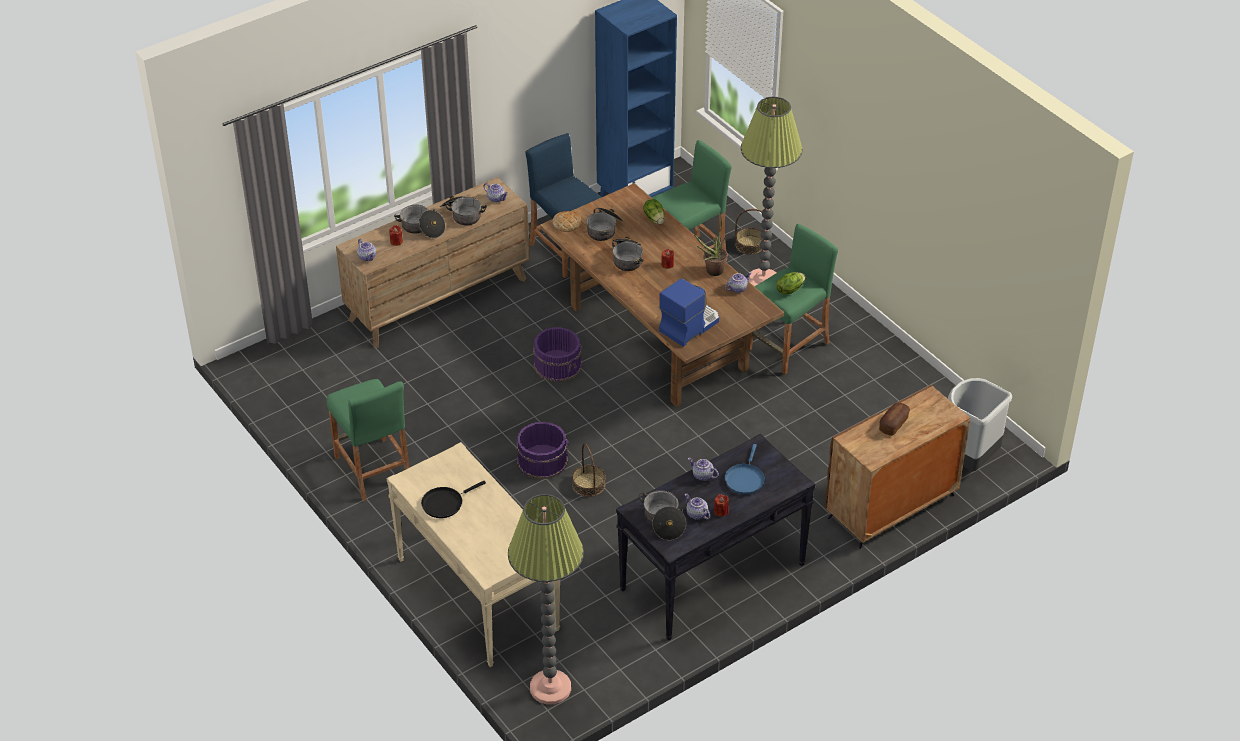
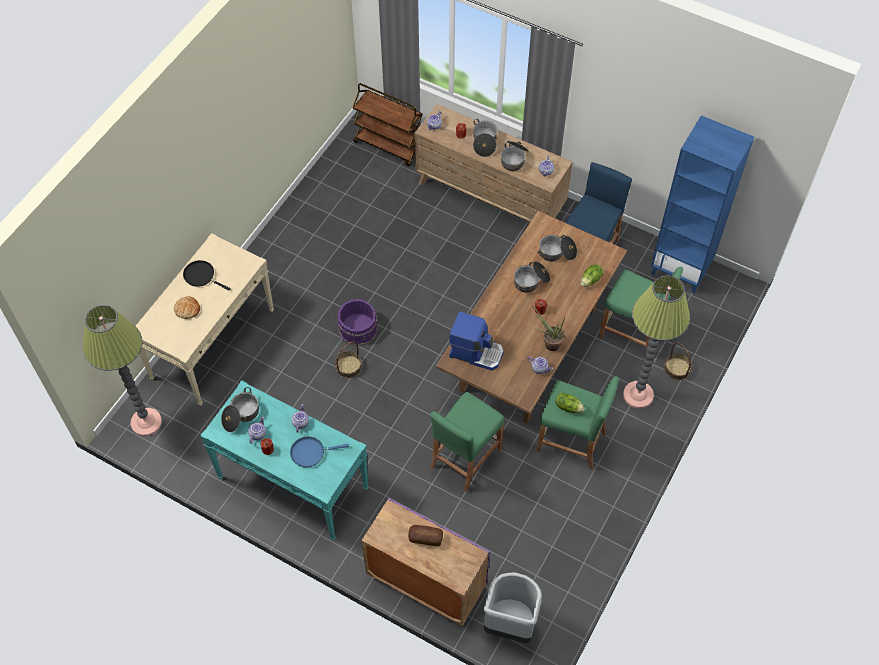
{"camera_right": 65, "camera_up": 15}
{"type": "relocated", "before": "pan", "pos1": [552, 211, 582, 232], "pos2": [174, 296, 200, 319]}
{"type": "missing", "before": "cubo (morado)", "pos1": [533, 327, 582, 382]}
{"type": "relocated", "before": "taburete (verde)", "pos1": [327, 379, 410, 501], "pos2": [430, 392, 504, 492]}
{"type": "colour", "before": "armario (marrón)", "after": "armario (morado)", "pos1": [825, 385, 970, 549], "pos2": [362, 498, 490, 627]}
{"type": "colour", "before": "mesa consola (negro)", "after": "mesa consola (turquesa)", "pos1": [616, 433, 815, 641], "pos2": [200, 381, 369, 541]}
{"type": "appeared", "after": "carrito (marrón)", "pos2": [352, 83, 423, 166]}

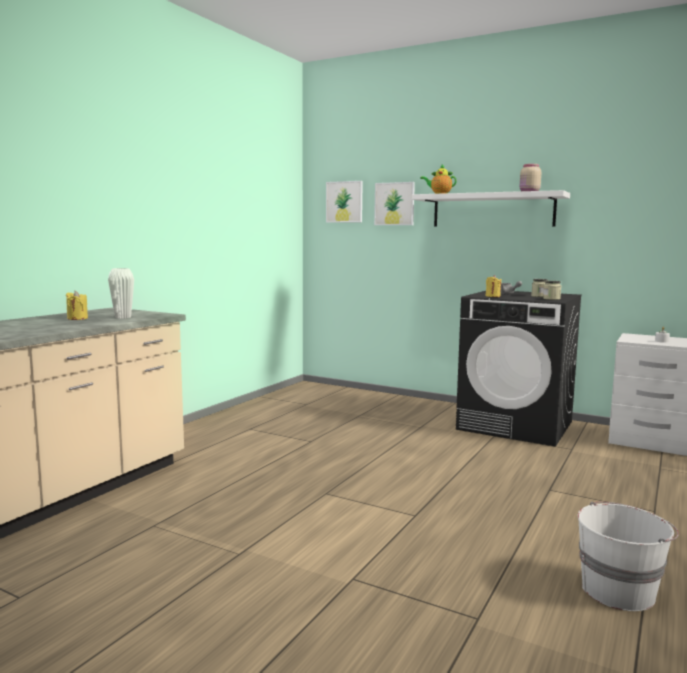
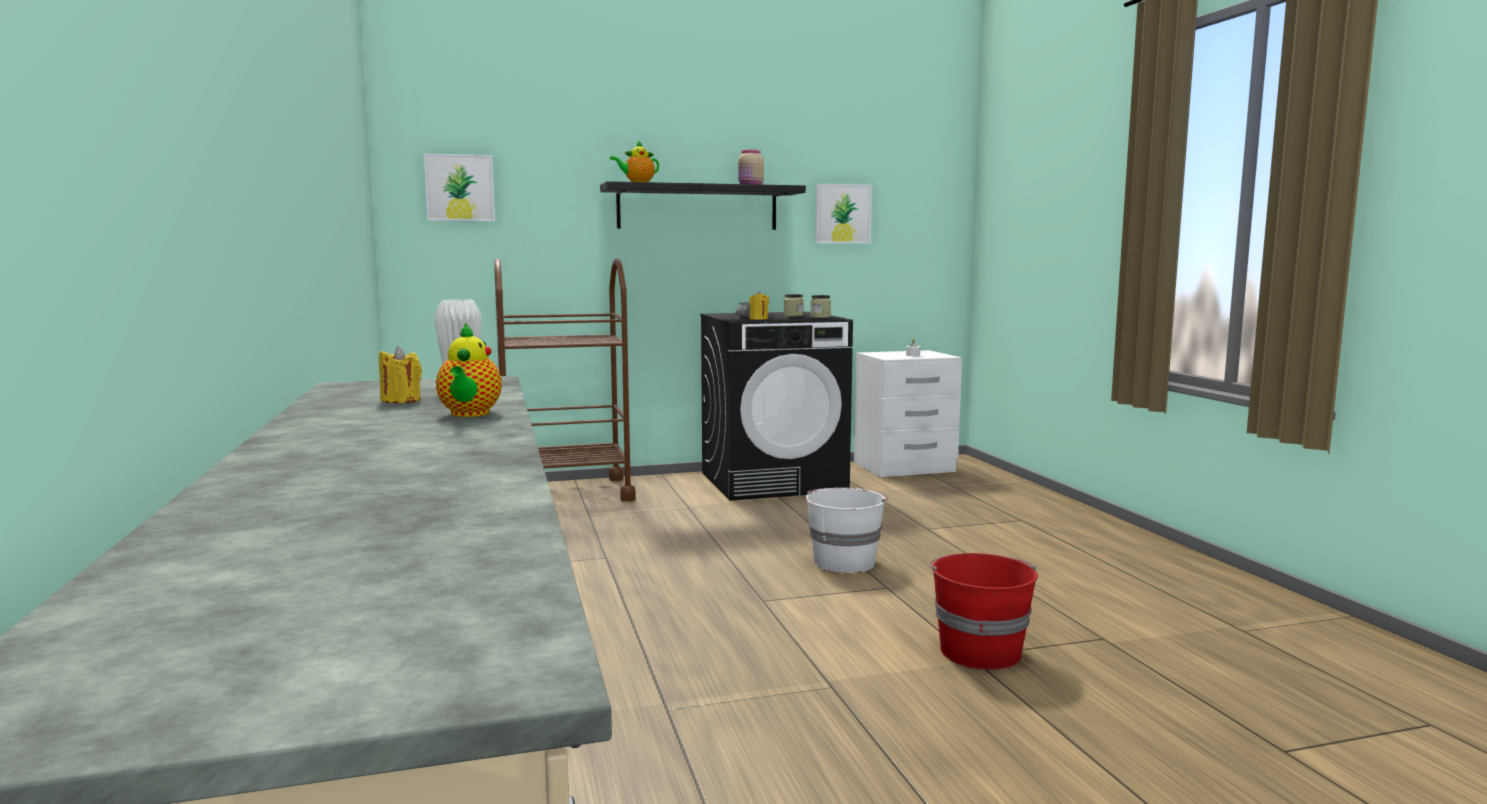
{"camera_right": -45, "camera_up": 0}
{"type": "relocated", "before": "cuadro", "pos1": [374, 182, 415, 225], "pos2": [816, 184, 872, 243]}
{"type": "colour", "before": "estante (blanco)", "after": "estante (negro)", "pos1": [412, 190, 570, 227], "pos2": [600, 181, 806, 230]}
{"type": "relocated", "before": "cubo (blanco)", "pos1": [578, 502, 679, 611], "pos2": [806, 488, 888, 573]}
{"type": "appeared", "after": "carrito (marrón)", "pos2": [494, 258, 636, 502]}
{"type": "appeared", "after": "tetera", "pos2": [436, 323, 502, 417]}
{"type": "appeared", "after": "cubo (rojo)", "pos2": [929, 553, 1038, 670]}

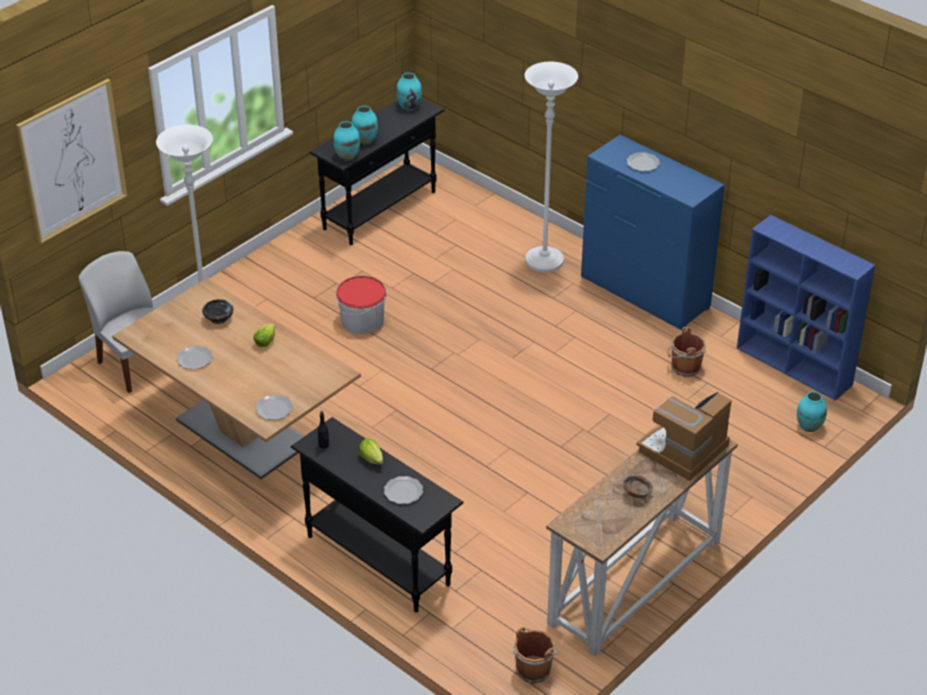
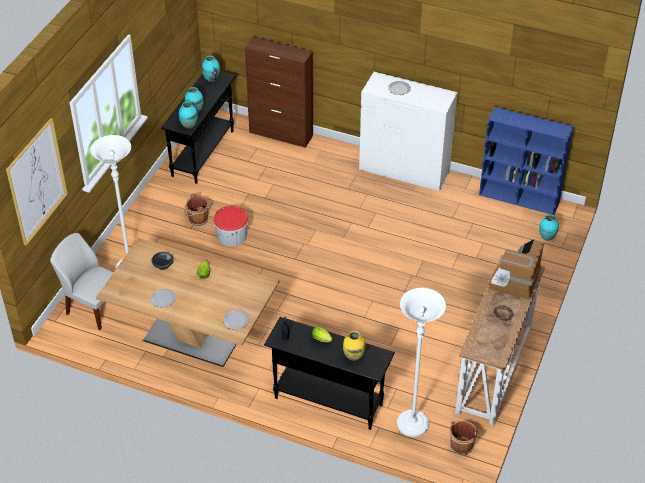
{"camera_right": -20, "camera_up": 5}
{"type": "relocated", "before": "lámpara de pie (blanco)", "pos1": [525, 62, 578, 273], "pos2": [397, 288, 446, 437]}
{"type": "colour", "before": "cómoda (azul)", "after": "cómoda (blanco)", "pos1": [581, 135, 725, 330], "pos2": [359, 72, 457, 191]}
{"type": "relocated", "before": "cubo (marrón)", "pos1": [667, 326, 706, 377], "pos2": [184, 193, 209, 226]}
{"type": "exchanged", "before": "plato", "after": "florero (amarillo)", "pos1": [384, 476, 423, 504], "pos2": [343, 331, 366, 361]}
{"type": "appeared", "after": "armario (marrón)", "pos2": [245, 37, 313, 148]}

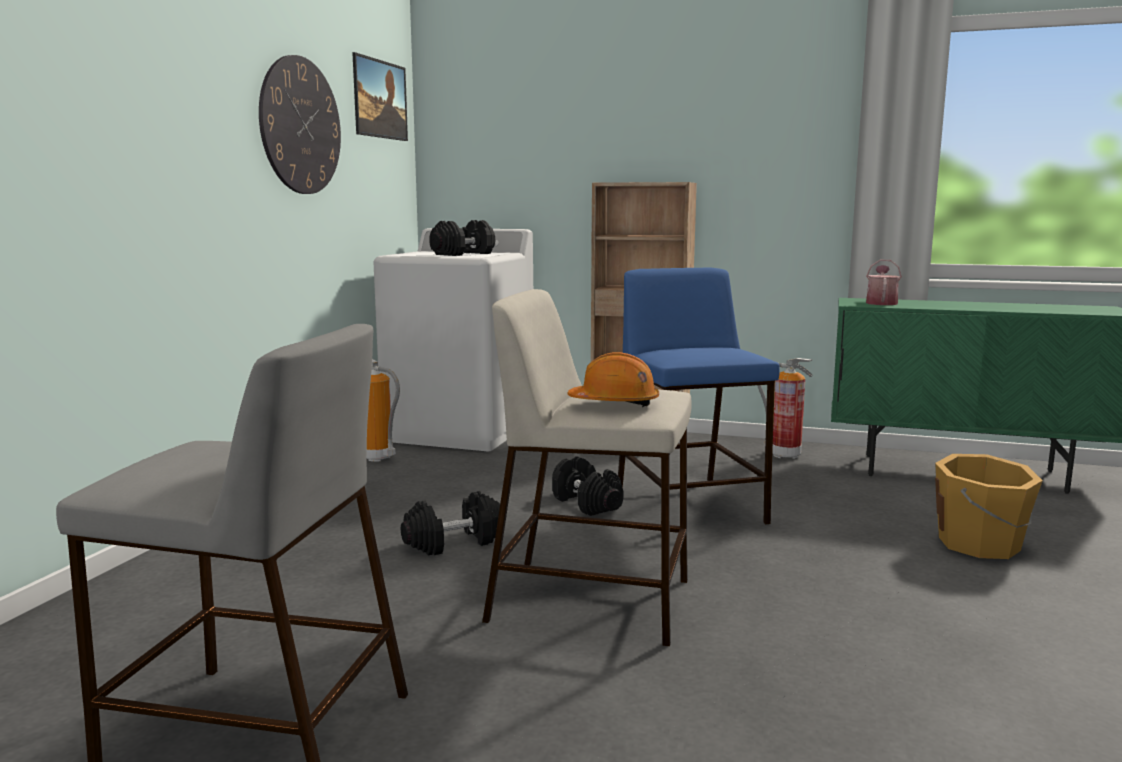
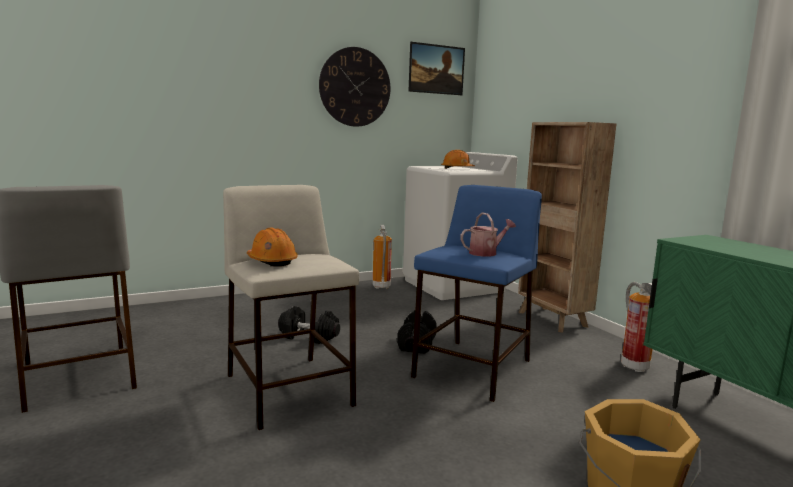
{"camera_right": 45, "camera_up": 0}
{"type": "exchanged", "before": "mancuerna (negro)", "after": "casco (naranja)", "pos1": [429, 220, 495, 256], "pos2": [441, 150, 475, 169]}
{"type": "relocated", "before": "regadera", "pos1": [866, 260, 902, 305], "pos2": [460, 213, 516, 257]}

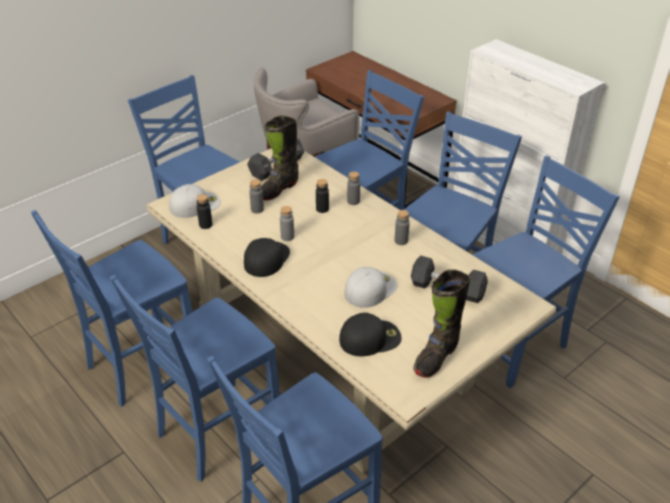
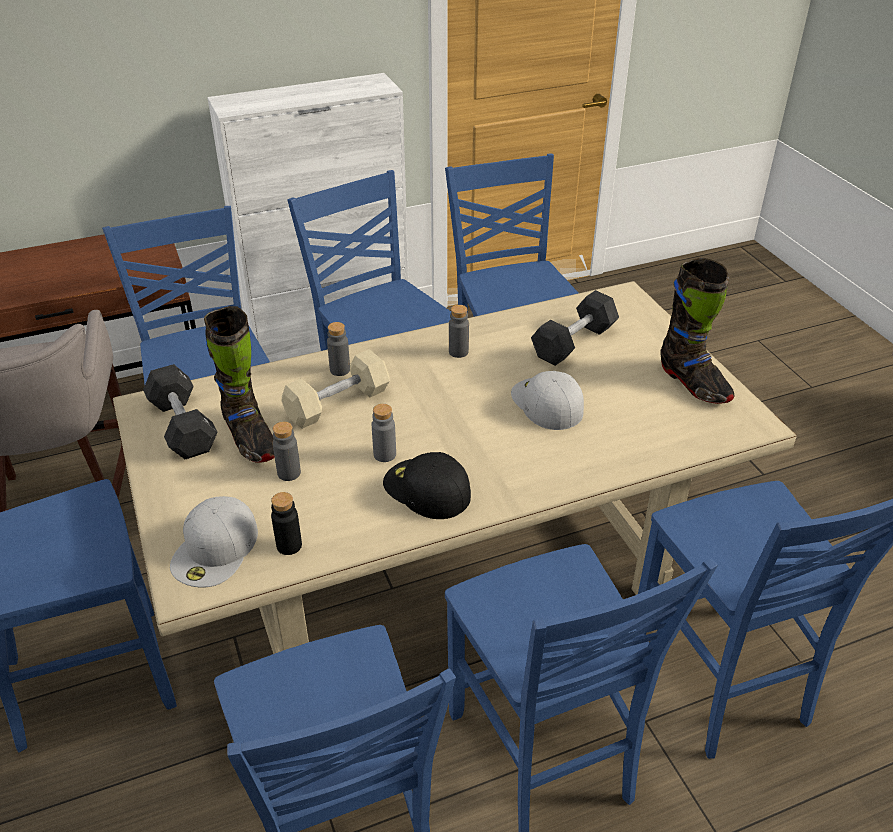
{"camera_right": -70, "camera_up": 0}
{"type": "exchanged", "before": "botella (negro)", "after": "mancuerna (beis)", "pos1": [316, 179, 329, 213], "pos2": [282, 349, 390, 429]}
{"type": "spun", "before": "gorra (blanco)", "pos1": [169, 184, 221, 218], "pos2": [170, 496, 258, 588], "turn": -150}
{"type": "missing", "before": "gorra (negro)", "pos1": [339, 313, 401, 356]}

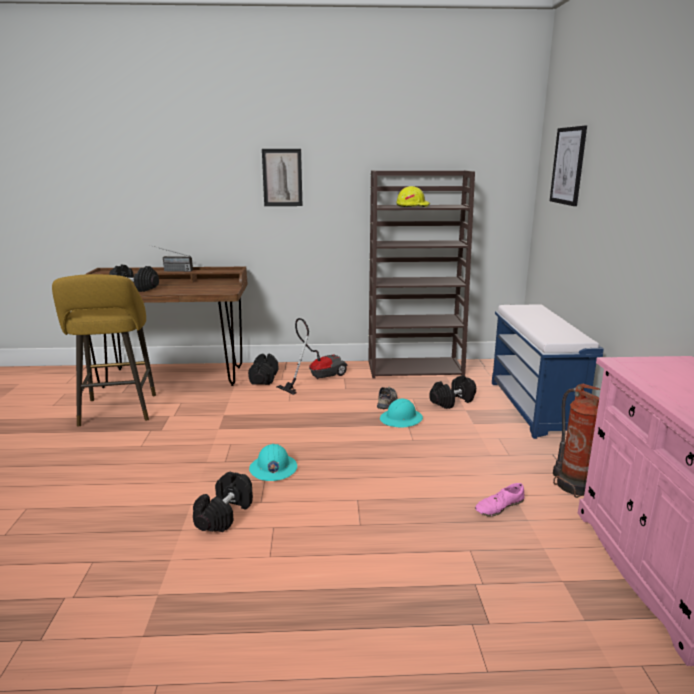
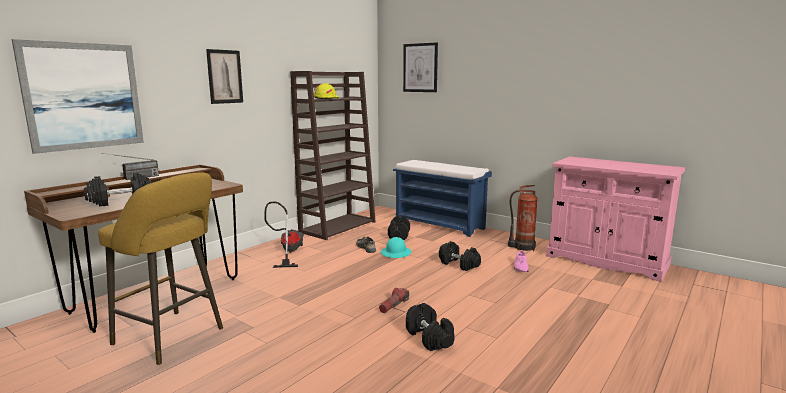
{"camera_right": -50, "camera_up": -5}
{"type": "relocated", "before": "mancuerna (negro)", "pos1": [248, 353, 278, 385], "pos2": [439, 241, 481, 271]}
{"type": "exchanged", "before": "casco (turquesa)", "after": "linterna", "pos1": [249, 444, 297, 481], "pos2": [379, 288, 409, 313]}
{"type": "appeared", "after": "cuadro", "pos2": [12, 39, 144, 154]}

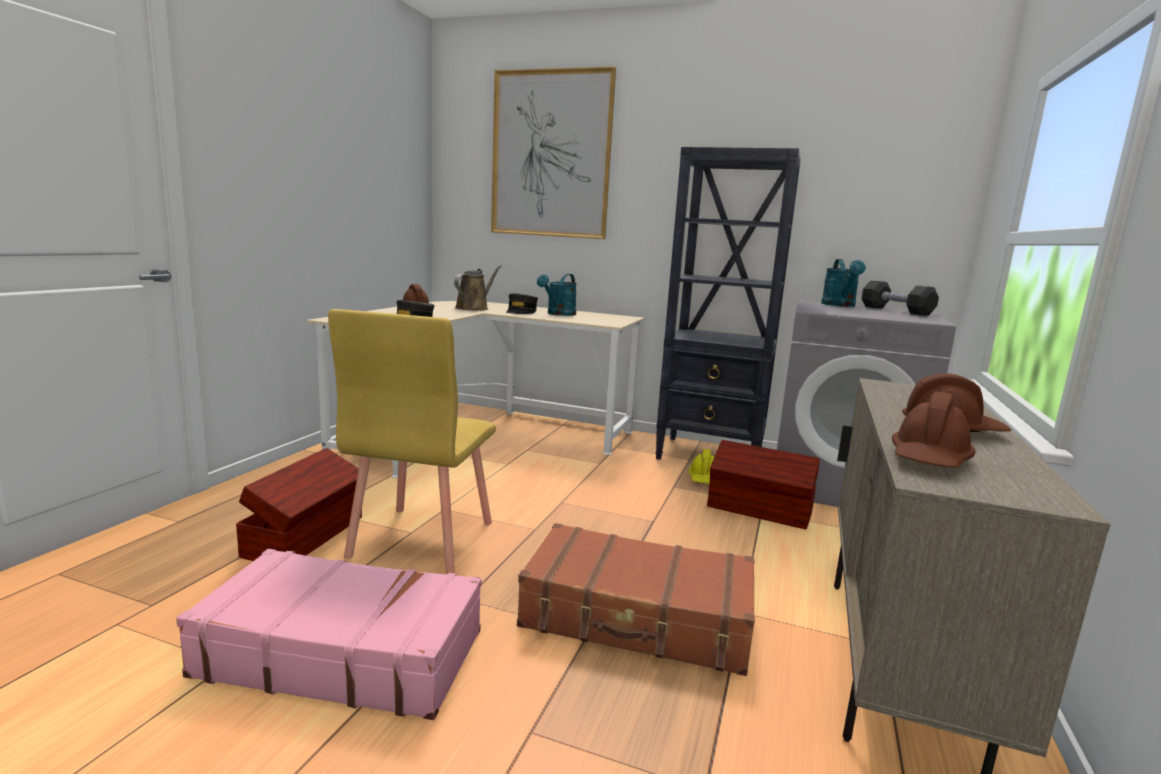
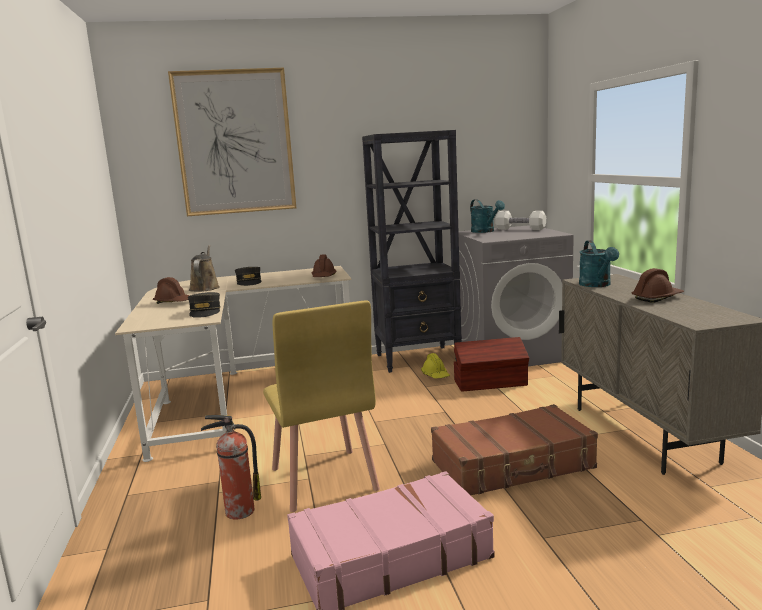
{"camera_right": -30, "camera_up": 0}
{"type": "relocated", "before": "regadera (turquesa)", "pos1": [537, 274, 576, 316], "pos2": [579, 240, 619, 287]}
{"type": "colour", "before": "mancuerna (negro)", "after": "mancuerna (blanco)", "pos1": [862, 281, 939, 315], "pos2": [495, 211, 546, 230]}
{"type": "relocated", "before": "casco (marrón)", "pos1": [892, 392, 976, 468], "pos2": [312, 254, 336, 277]}
{"type": "exchanged", "before": "caja de almacenaje (marrón)", "after": "extintor", "pos1": [236, 448, 362, 561], "pos2": [201, 415, 261, 520]}

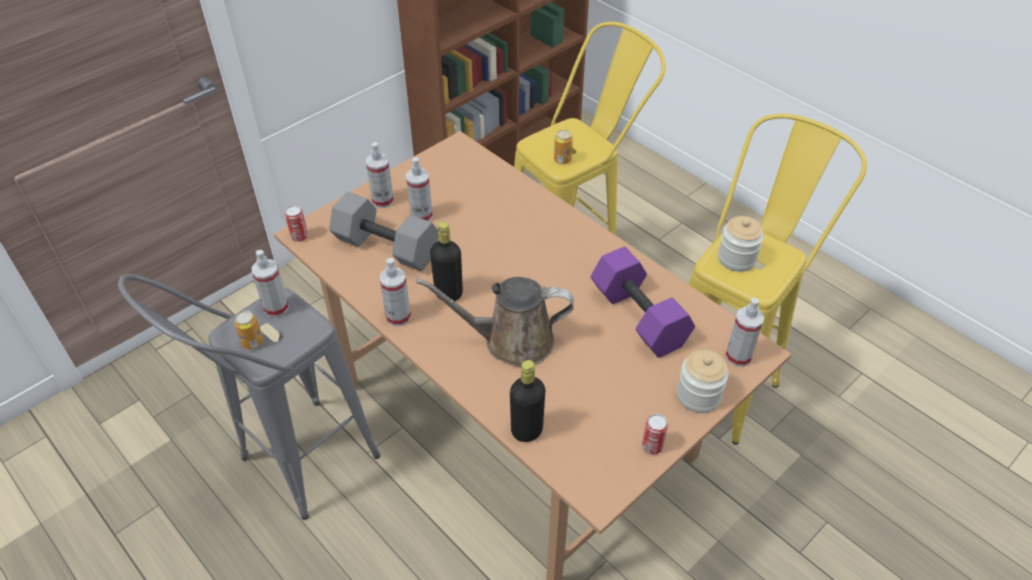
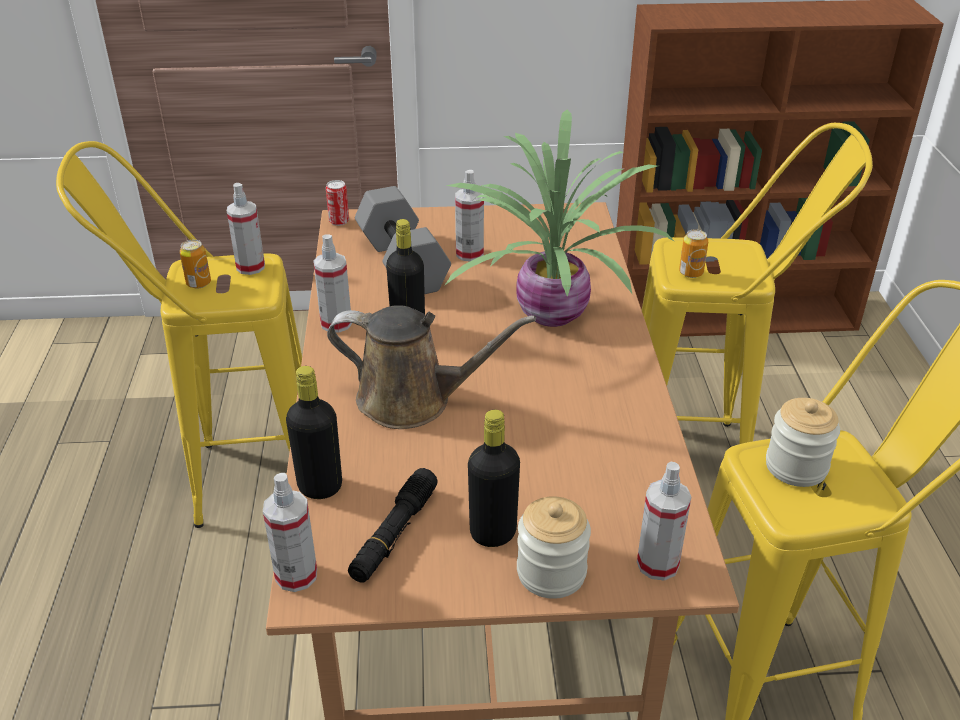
{"camera_right": 40, "camera_up": -10}
{"type": "relocated", "before": "pulverizador", "pos1": [366, 142, 394, 208], "pos2": [263, 473, 317, 592]}
{"type": "missing", "before": "mancuerna (morado)", "pos1": [591, 247, 695, 358]}
{"type": "colour", "before": "taburete (gris)", "after": "taburete (amarillo)", "pos1": [118, 274, 380, 520], "pos2": [56, 141, 302, 528]}
{"type": "spun", "before": "regadera (marrón)", "pos1": [416, 277, 574, 367], "pos2": [327, 305, 536, 429], "turn": 150}
{"type": "missing", "before": "lata", "pos1": [642, 414, 668, 454]}
{"type": "appeared", "after": "planta en maceta", "pos2": [445, 109, 675, 327]}
{"type": "appeared", "after": "botella (negro)", "pos2": [468, 410, 520, 547]}
{"type": "appeared", "after": "linterna (negro)", "pos2": [348, 468, 438, 583]}

